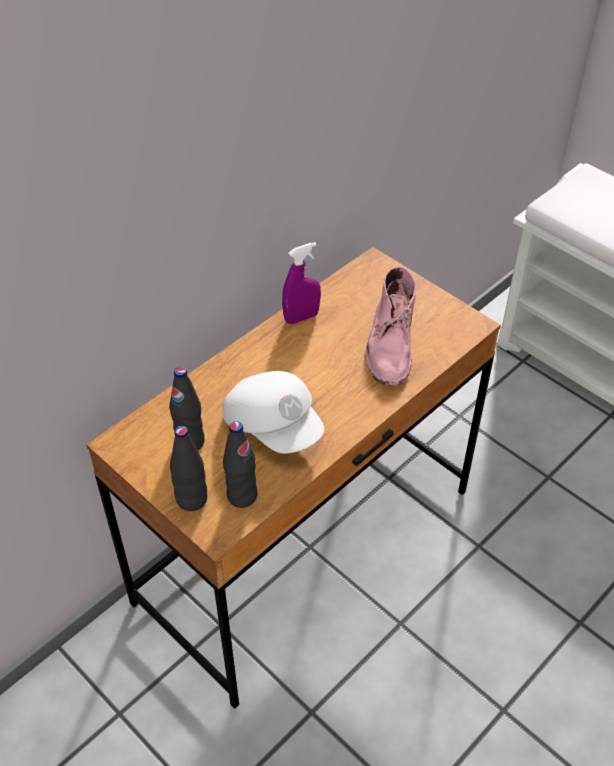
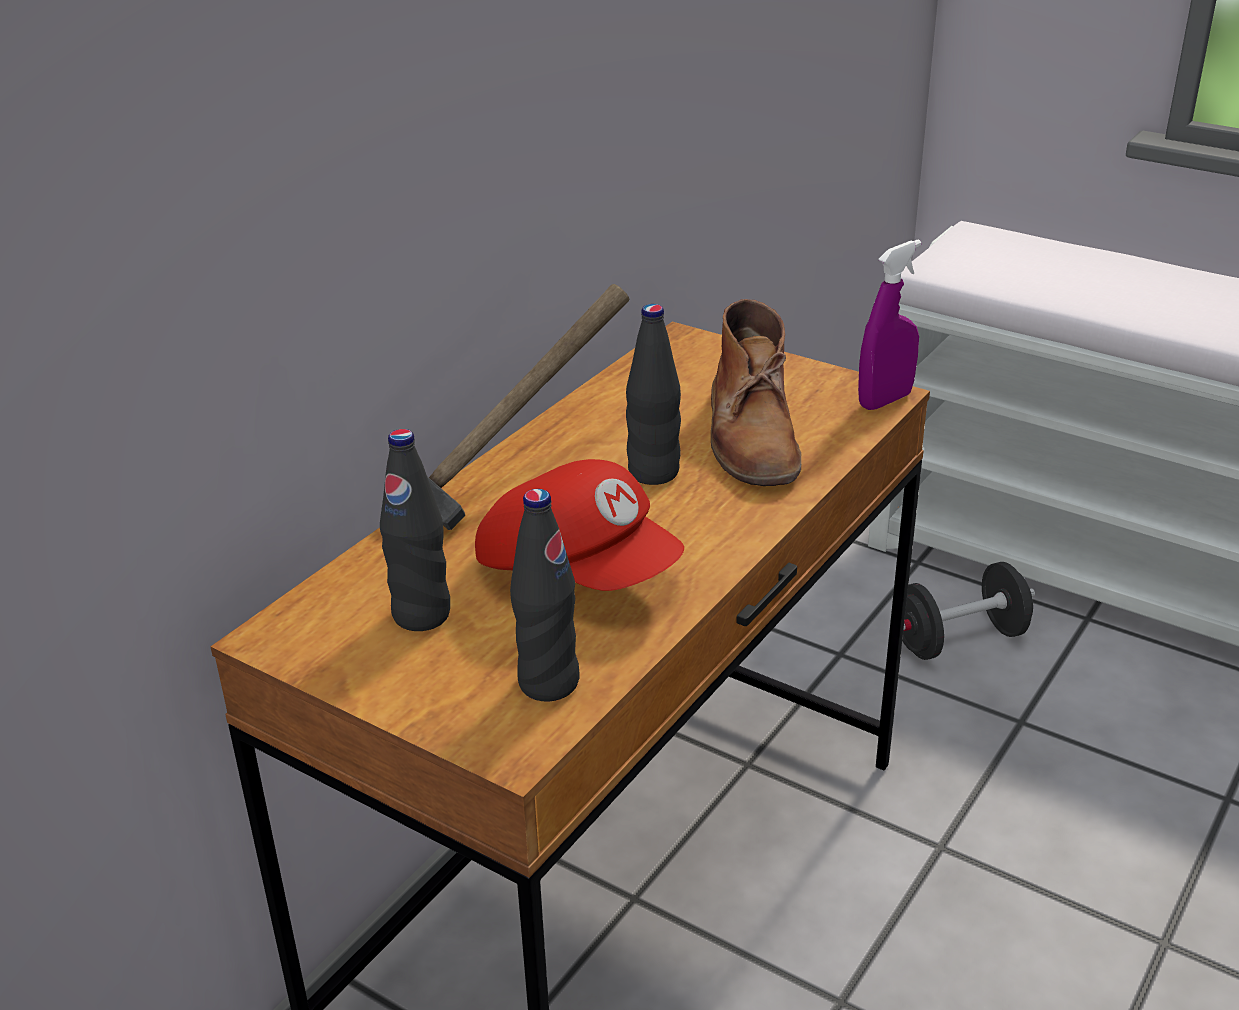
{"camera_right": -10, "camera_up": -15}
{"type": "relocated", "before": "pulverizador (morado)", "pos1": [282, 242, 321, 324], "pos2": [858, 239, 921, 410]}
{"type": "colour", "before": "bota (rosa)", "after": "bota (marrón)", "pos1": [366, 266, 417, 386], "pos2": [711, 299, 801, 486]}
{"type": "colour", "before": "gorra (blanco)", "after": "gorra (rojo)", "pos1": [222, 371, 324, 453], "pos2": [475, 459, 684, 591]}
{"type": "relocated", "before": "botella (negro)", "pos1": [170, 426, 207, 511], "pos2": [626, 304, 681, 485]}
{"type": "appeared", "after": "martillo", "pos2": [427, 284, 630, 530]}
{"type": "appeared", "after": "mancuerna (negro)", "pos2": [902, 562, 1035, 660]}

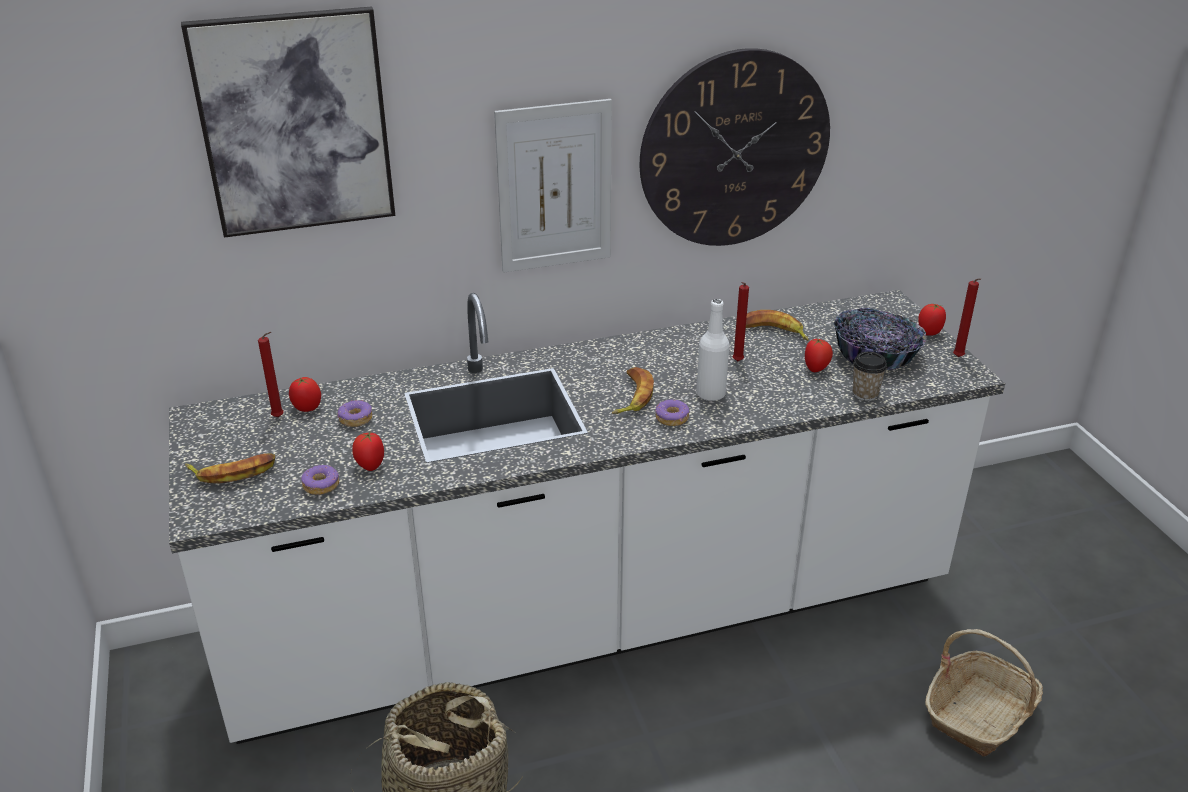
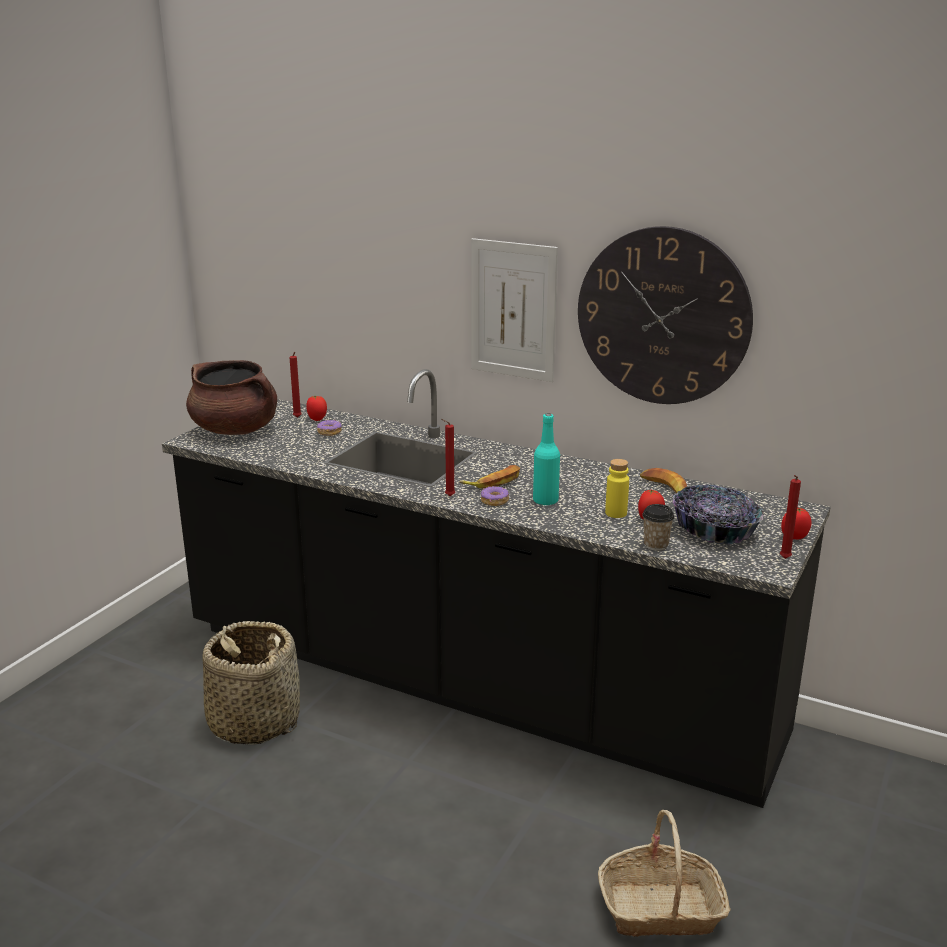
{"camera_right": 45, "camera_up": -10}
{"type": "missing", "before": "cuadro", "pos1": [181, 6, 395, 238]}
{"type": "relocated", "before": "vela (rojo)", "pos1": [733, 282, 749, 361], "pos2": [441, 419, 455, 496]}
{"type": "colour", "before": "mueble bajo de cocina (blanco)", "after": "mueble bajo de cocina (negro)", "pos1": [169, 290, 1005, 744], "pos2": [162, 369, 831, 808]}
{"type": "colour", "before": "botella (blanco)", "after": "botella (turquesa)", "pos1": [696, 299, 730, 401], "pos2": [533, 413, 560, 506]}
{"type": "missing", "before": "tomate", "pos1": [352, 432, 384, 471]}
{"type": "exchanged", "before": "plátano", "after": "olla (marrón)", "pos1": [185, 453, 275, 484], "pos2": [186, 360, 277, 435]}
{"type": "missing", "before": "rosquilla", "pos1": [301, 465, 339, 495]}
{"type": "appeared", "after": "botella (amarillo)", "pos2": [605, 459, 629, 518]}

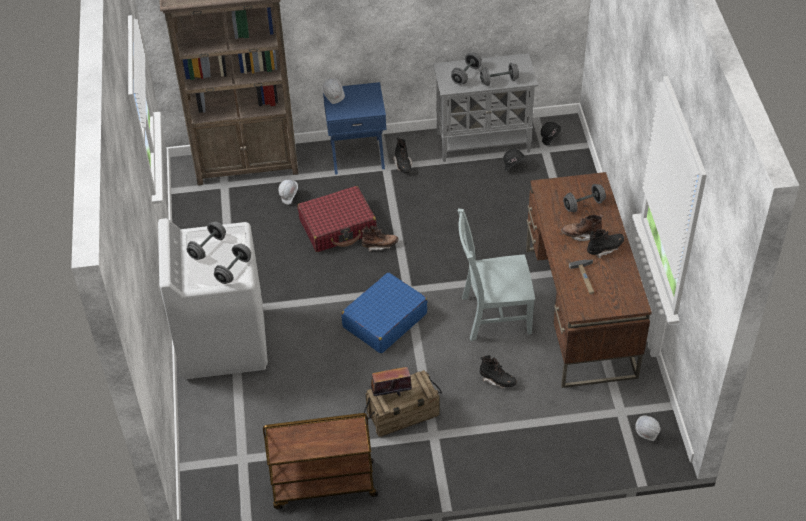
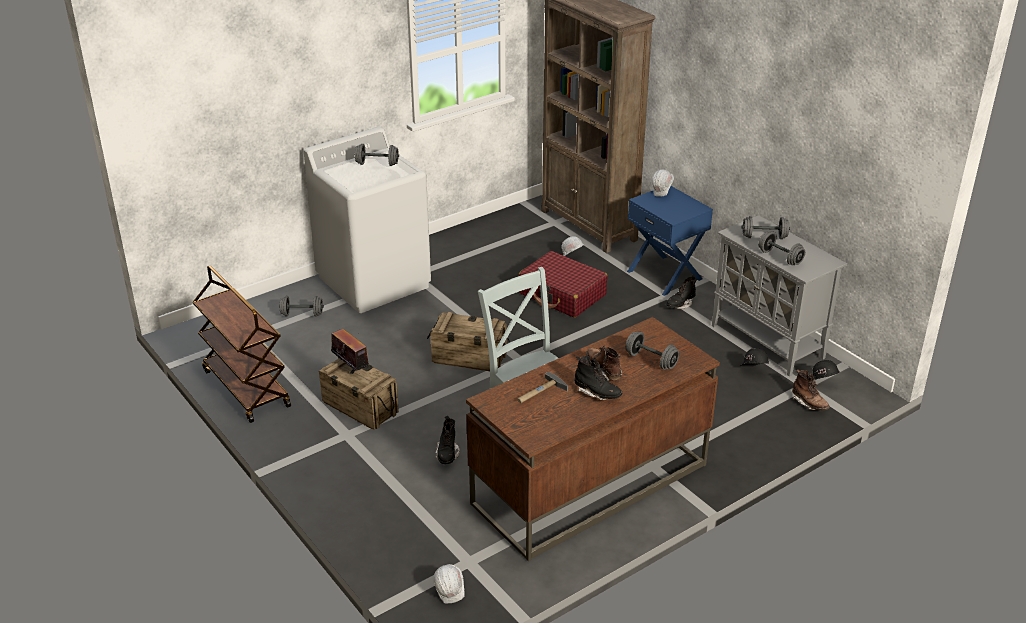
{"camera_right": 60, "camera_up": -15}
{"type": "relocated", "before": "bota (marrón)", "pos1": [361, 226, 399, 251], "pos2": [792, 369, 830, 411]}
{"type": "relocated", "before": "mancuerna (gris)", "pos1": [214, 244, 251, 284], "pos2": [279, 296, 324, 317]}
{"type": "exchanged", "before": "maleta (azul)", "after": "caja de embalaje", "pos1": [341, 272, 427, 354], "pos2": [427, 312, 510, 371]}

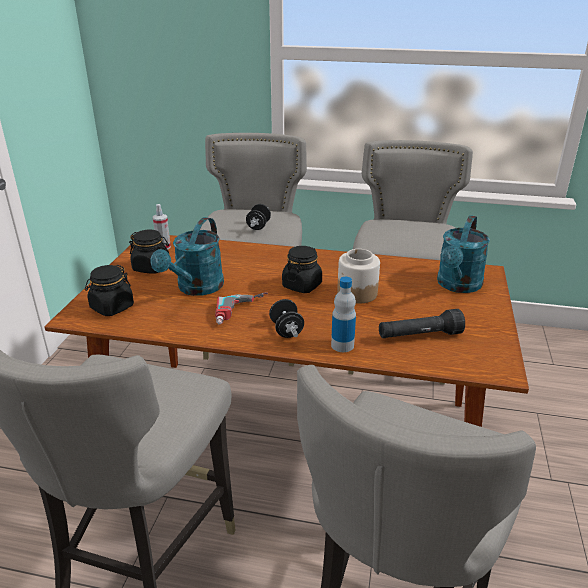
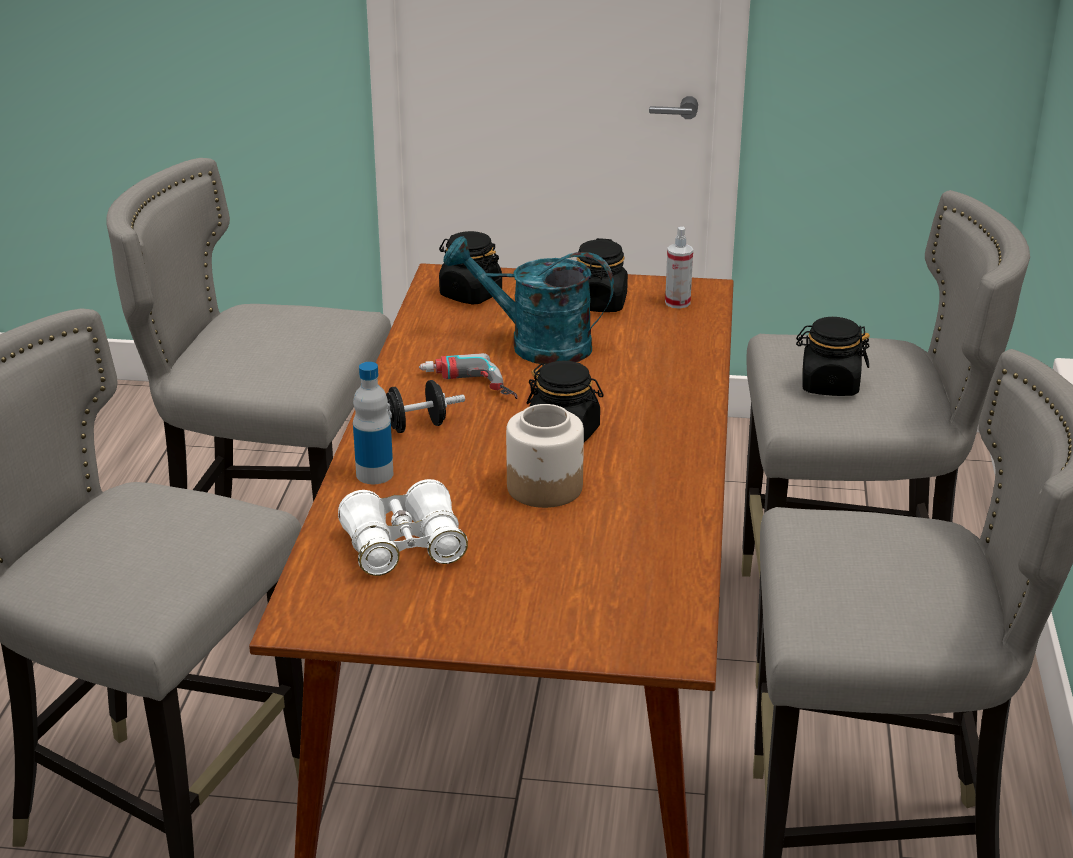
{"camera_right": 85, "camera_up": 0}
{"type": "exchanged", "before": "mancuerna (negro)", "after": "tarro (negro)", "pos1": [246, 204, 271, 230], "pos2": [796, 317, 870, 396]}
{"type": "missing", "before": "regadera (turquesa)", "pos1": [437, 215, 490, 293]}
{"type": "exchanged", "before": "linterna (negro)", "after": "prismáticos (blanco)", "pos1": [379, 309, 465, 338], "pos2": [338, 479, 468, 576]}

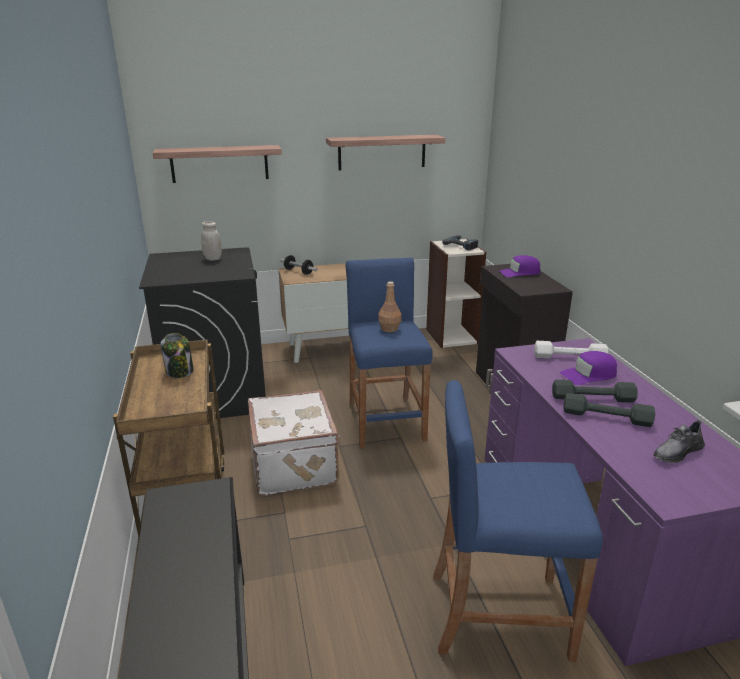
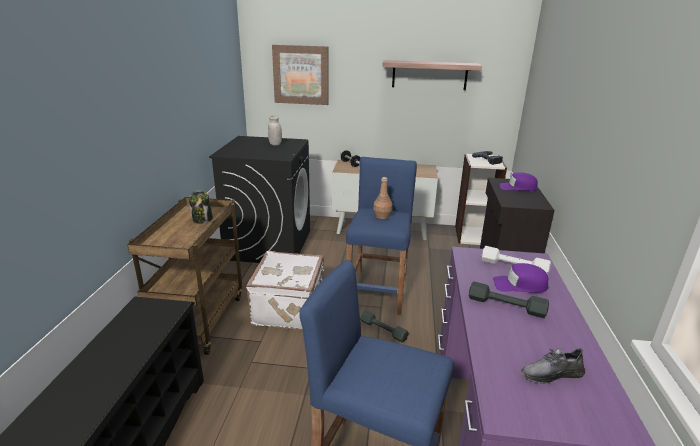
{"camera_right": 20, "camera_up": 0}
{"type": "exchanged", "before": "estante", "after": "cuadro", "pos1": [153, 145, 282, 183], "pos2": [272, 45, 329, 105]}
{"type": "relocated", "before": "mancuerna (gris)", "pos1": [563, 393, 655, 427], "pos2": [360, 310, 409, 343]}

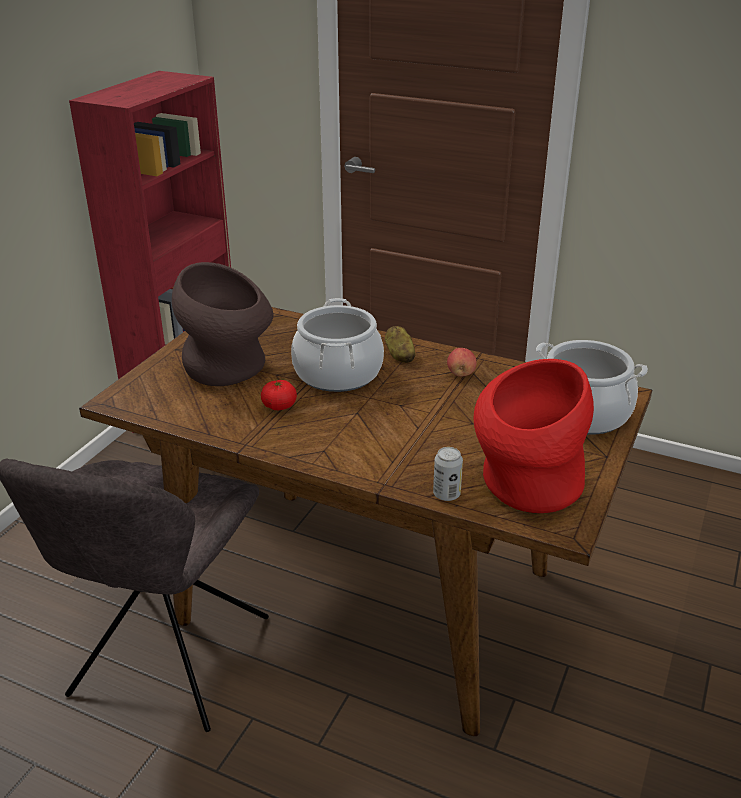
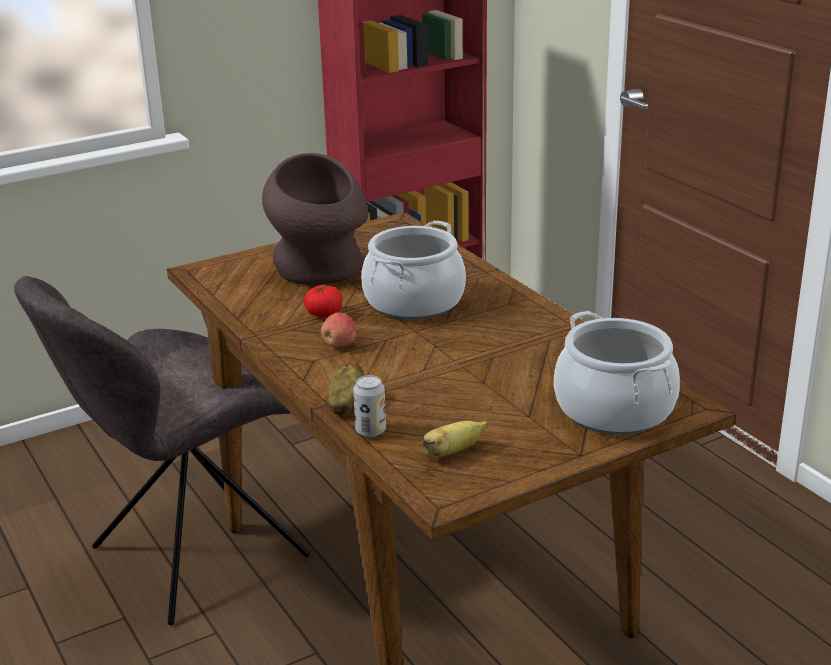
{"camera_right": 35, "camera_up": -5}
{"type": "relocated", "before": "patata", "pos1": [385, 326, 416, 363], "pos2": [328, 363, 363, 415]}
{"type": "relocated", "before": "manzana", "pos1": [447, 348, 477, 377], "pos2": [321, 312, 357, 347]}
{"type": "exchanged", "before": "florero (rojo)", "after": "plátano", "pos1": [474, 359, 594, 513], "pos2": [422, 421, 488, 457]}

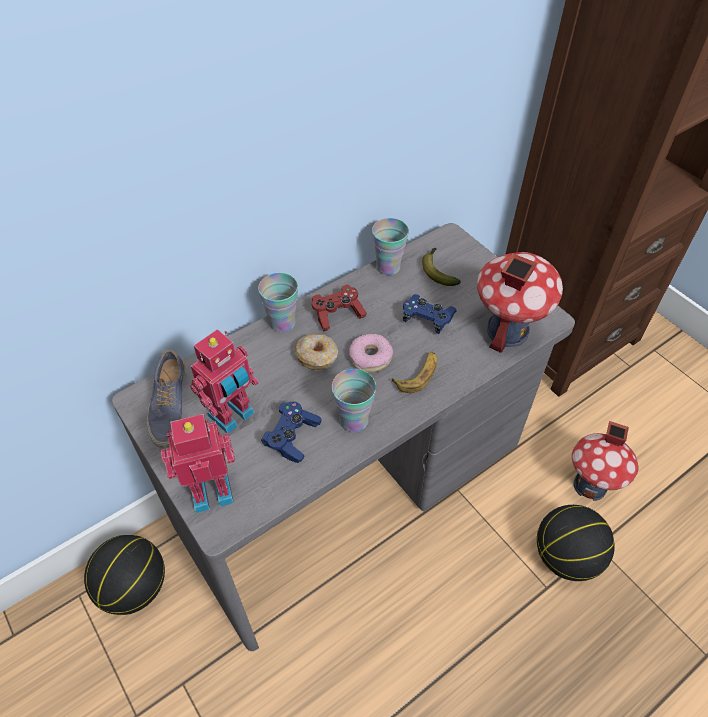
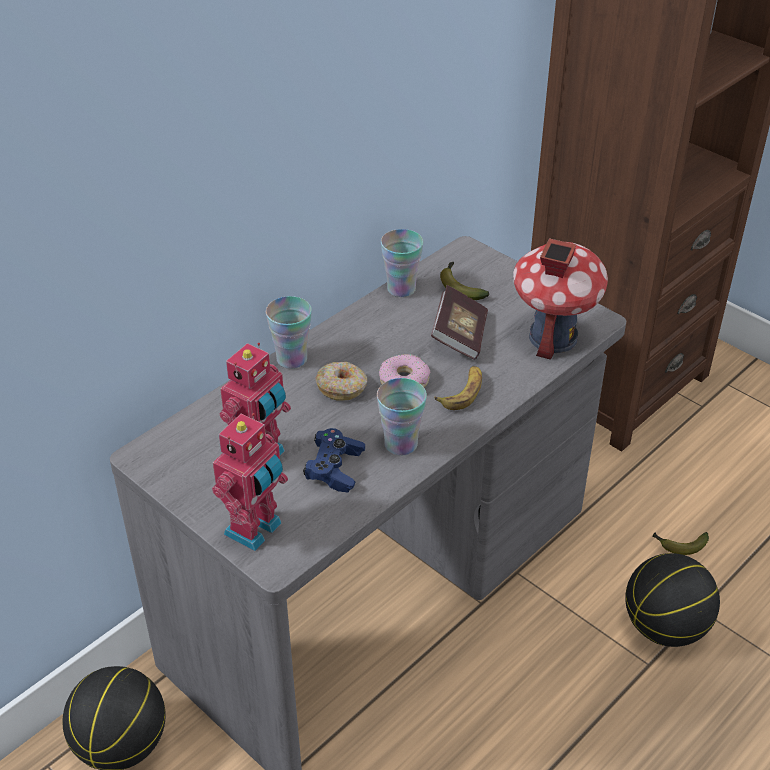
{"camera_right": -10, "camera_up": -10}
{"type": "missing", "before": "mando de consola (rojo)", "pos1": [312, 285, 367, 331]}
{"type": "exchanged", "before": "mando de consola (azul)", "after": "libro", "pos1": [403, 294, 457, 334], "pos2": [431, 285, 488, 360]}
{"type": "missing", "before": "zapato", "pos1": [147, 350, 185, 448]}
{"type": "spun", "before": "robot de juguete", "pos1": [161, 414, 235, 513], "pos2": [212, 413, 288, 551], "turn": 150}
{"type": "exchanged", "before": "casita", "after": "plátano", "pos1": [572, 421, 638, 501], "pos2": [653, 532, 709, 555]}

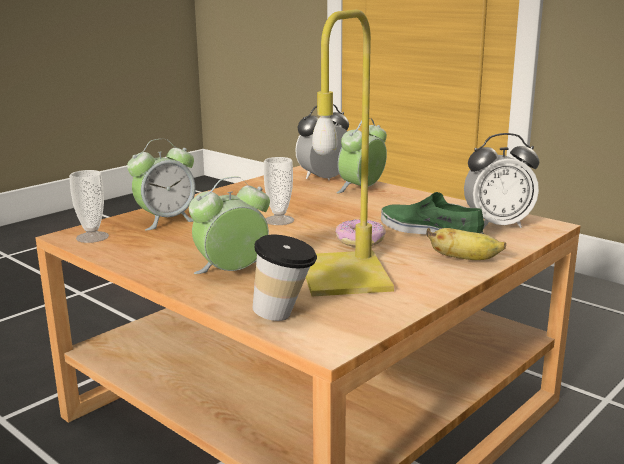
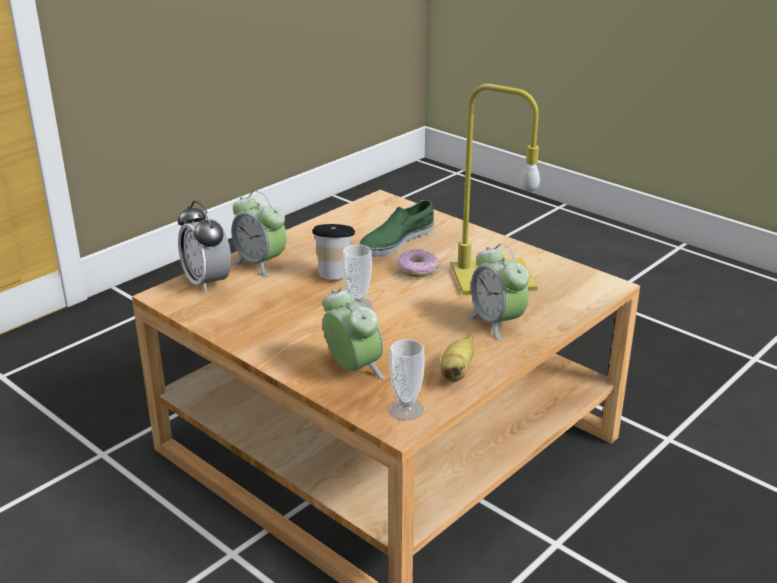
{"camera_right": -90, "camera_up": 10}
{"type": "missing", "before": "despertador", "pos1": [464, 133, 539, 229]}
{"type": "relocated", "before": "plátano", "pos1": [426, 228, 506, 260], "pos2": [440, 336, 474, 382]}
{"type": "relocated", "before": "taza", "pos1": [253, 235, 317, 321], "pos2": [312, 224, 355, 279]}

